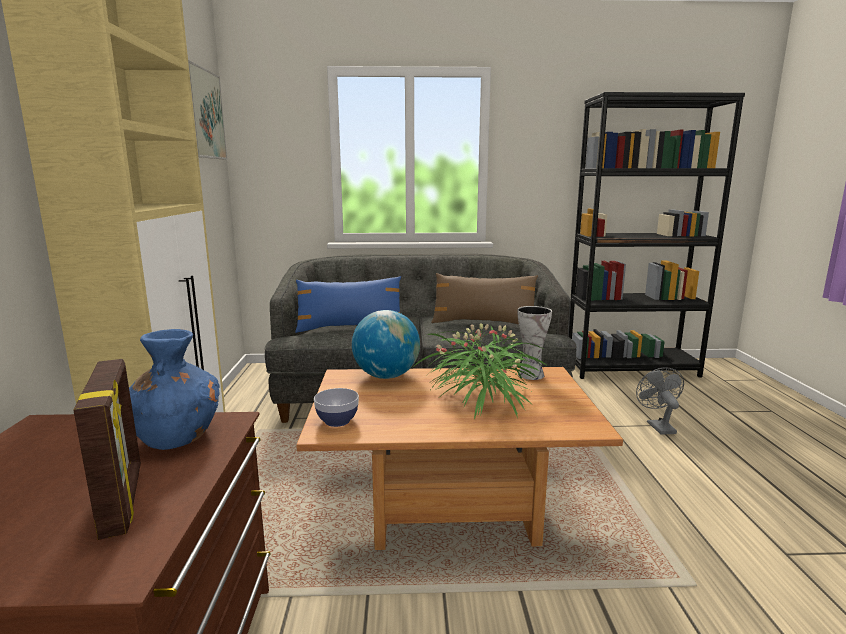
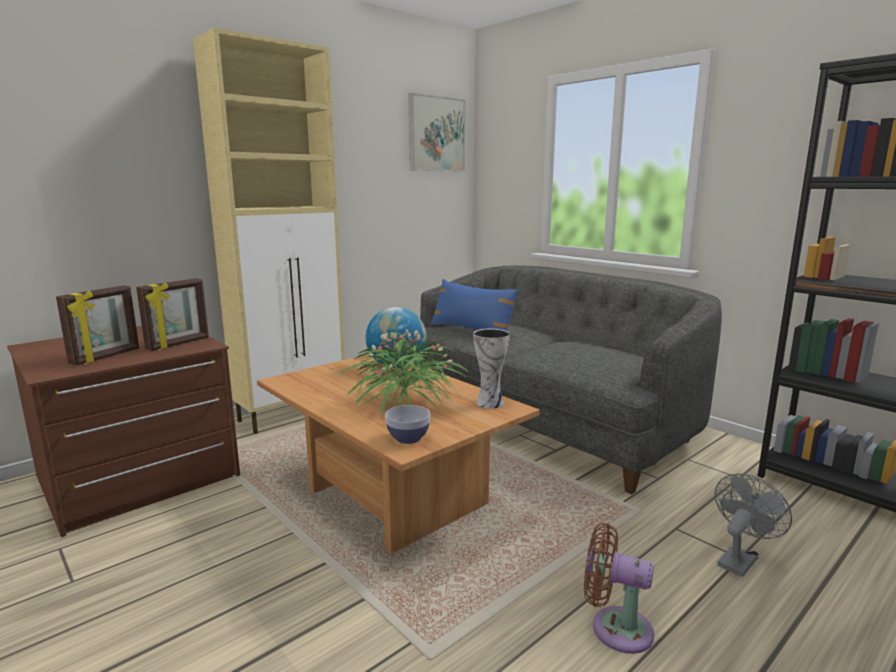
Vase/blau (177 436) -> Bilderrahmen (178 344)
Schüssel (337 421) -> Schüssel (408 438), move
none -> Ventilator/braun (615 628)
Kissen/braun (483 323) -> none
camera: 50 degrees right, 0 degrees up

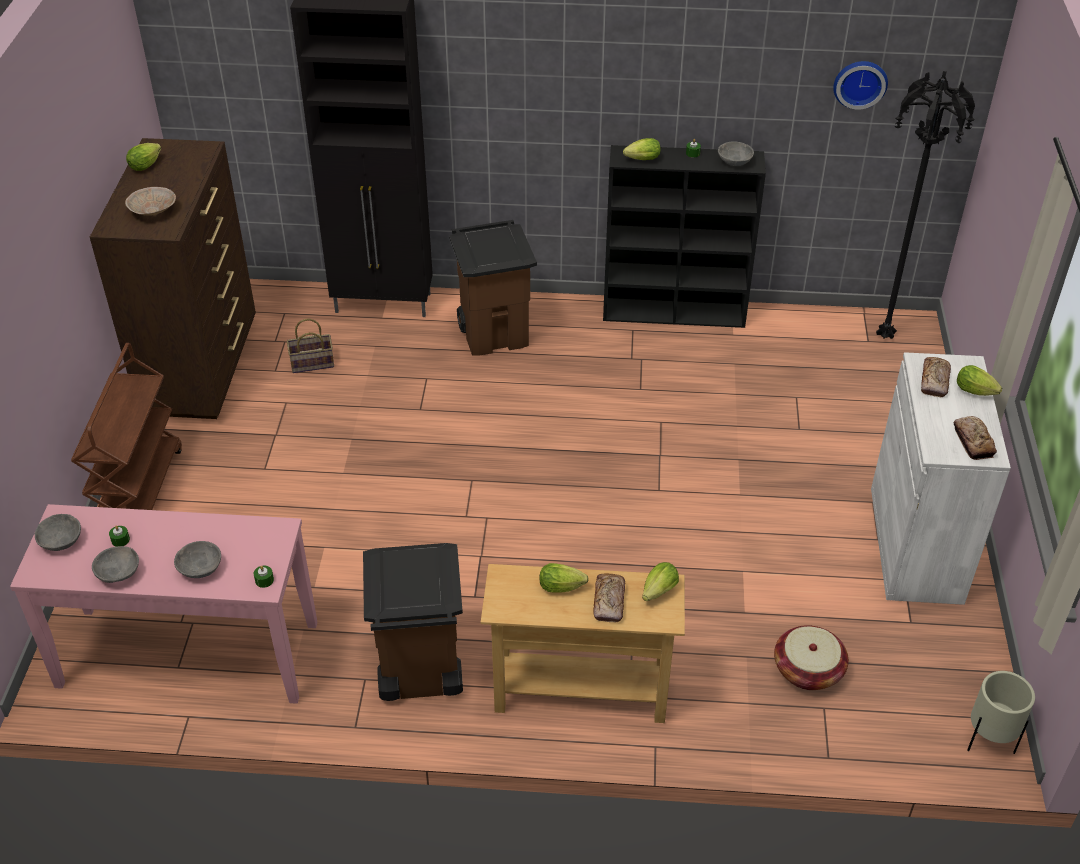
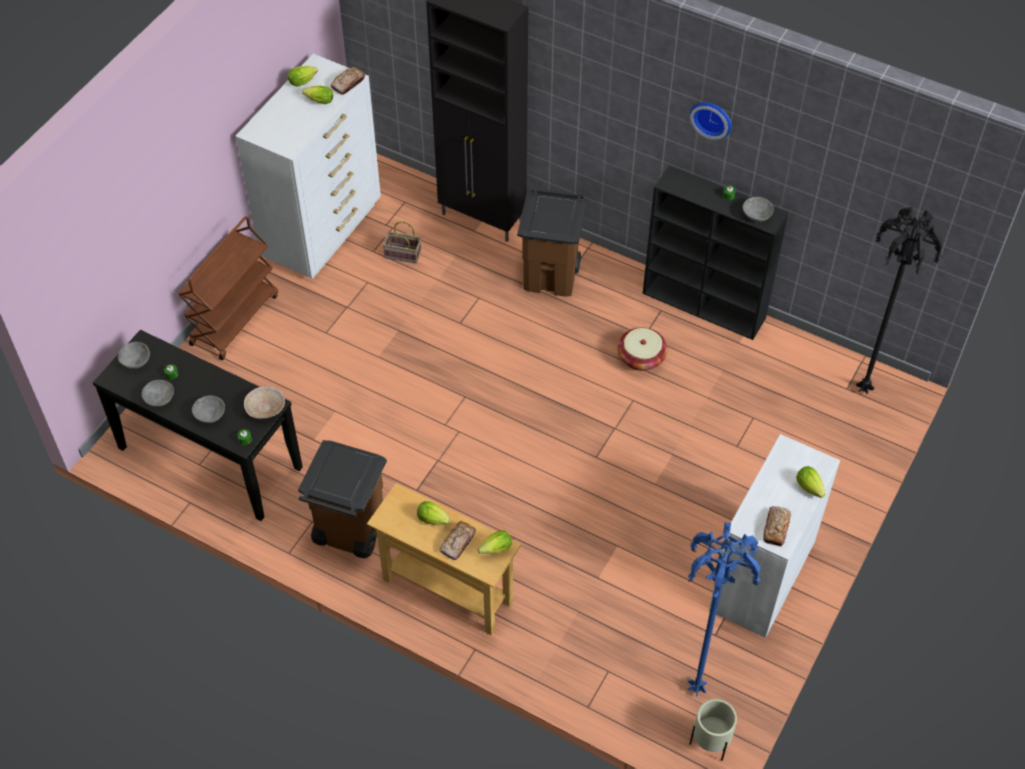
Konsolentisch/rosa (188 655) -> Konsolentisch/schwarz (209 458)
Kommode/braun (203 368) -> Kommode/weiß (323 231)
Schüssel/beige (153 211) -> Schüssel/beige (266 408), move
Salatkopf (640 160) -> Salatkopf (318 101), move
Brot (934 381) -> Brot (348 83), move
Korb (808 670) -> Korb (641 357), move
none -> Stehlampe/blau (694 688)
Wanduhr (860 83) -> Wanduhr (712 117), move
camera: 25 degrees right, 10 degrees up

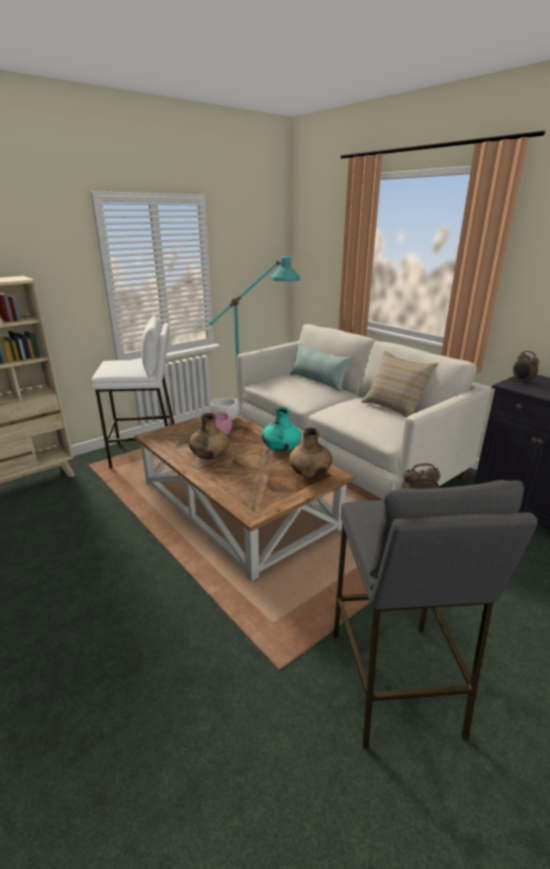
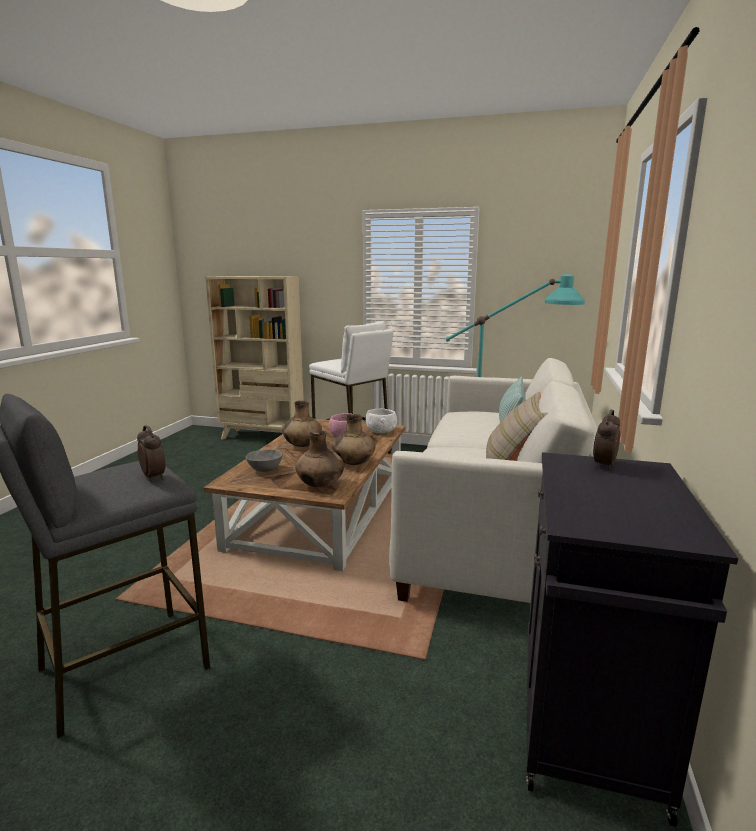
none -> Schüssel/grau (264 470)
Vase/türkis (280 450) -> Vase/braun (353 463)
camera: 55 degrees right, 10 degrees down

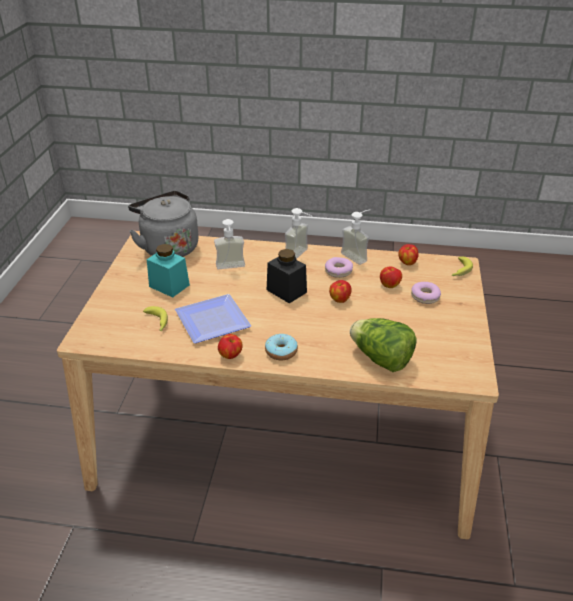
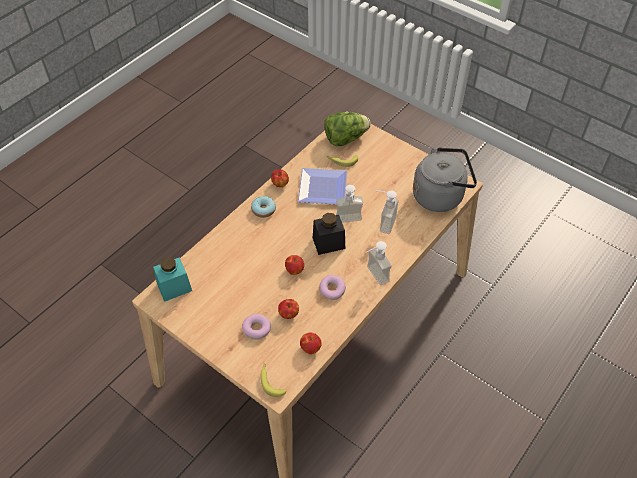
Vorratsglas/türkis (169 286) -> Vorratsglas/türkis (174 287), move
Salatkopf (381 359) -> Salatkopf (345 138), move
Seifenspender (358 255) -> Seifenspender (349 222), move
camera: 120 degrees right, 15 degrees up

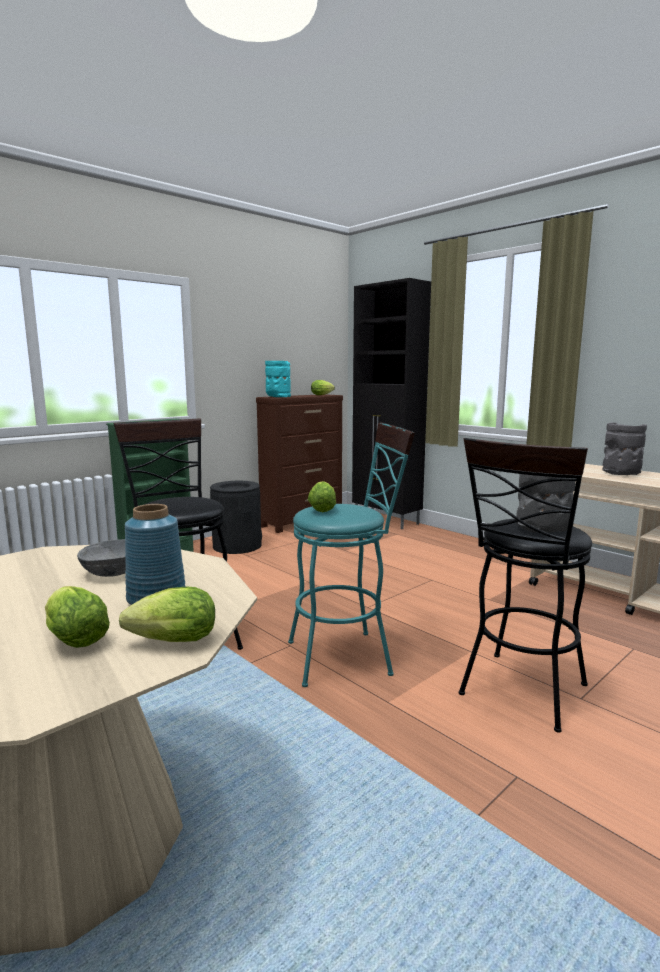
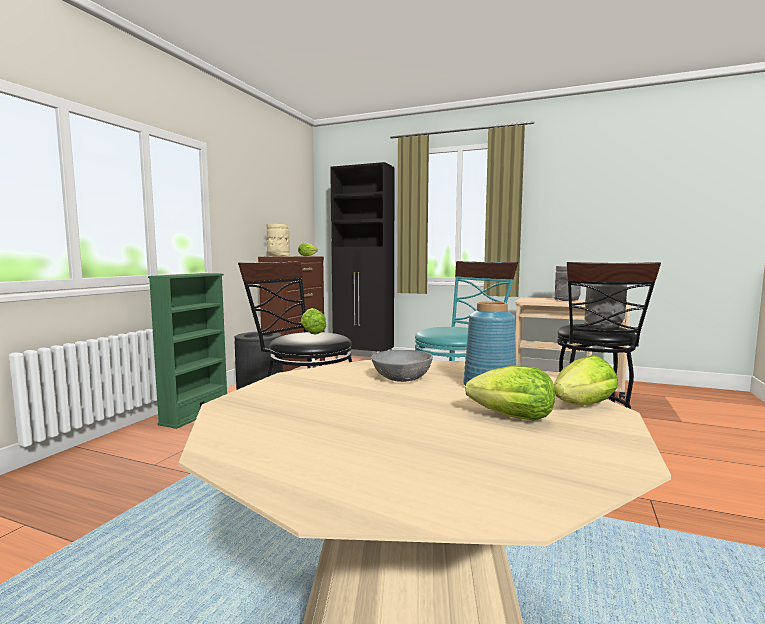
Vase/türkis (278 396) -> Vase/beige (278 256)
Salatkopf (322 509) -> Salatkopf (311 333), move
camera: 25 degrees left, 5 degrees down

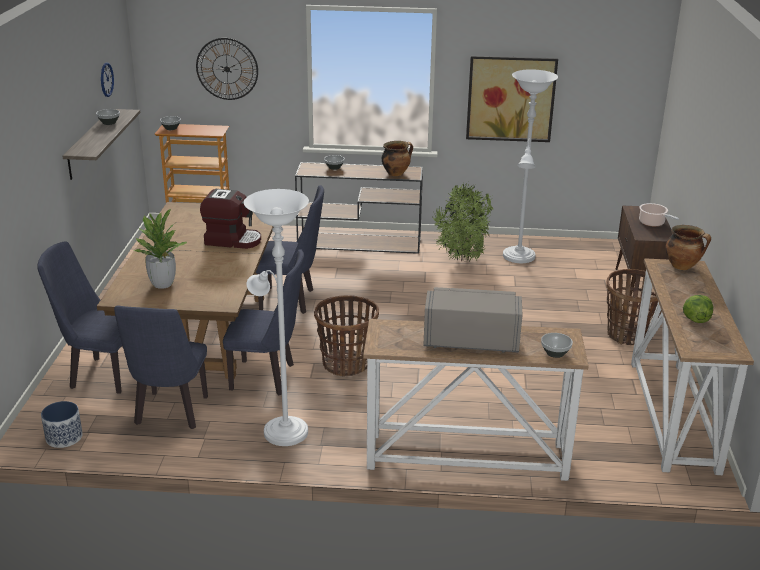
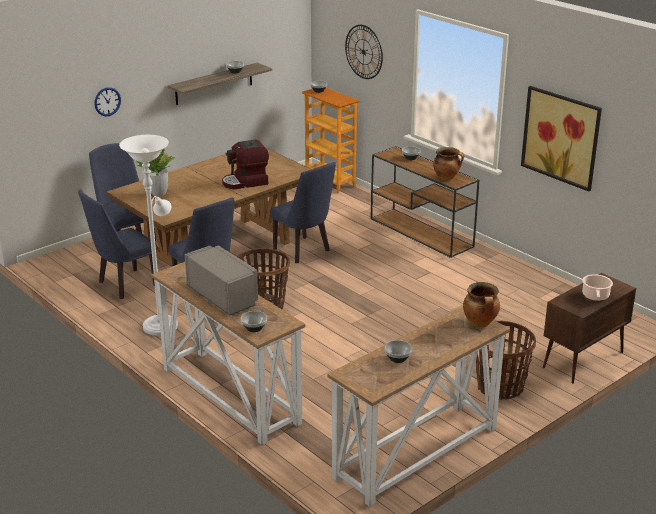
Wanduhr (106 79) -> Wanduhr (107 101), move
Kaffeemaschine (233 240) -> Kaffeemaschine (246 182), 105 degrees clockwise
Salatkopf (695 319) -> Schüssel (397 359)
Pflanzkübel (64 437) -> none
Topfpflanze (463 260) -> none
Stehlampe/weiß (518 258) -> none
camera: 45 degrees right, 0 degrees up

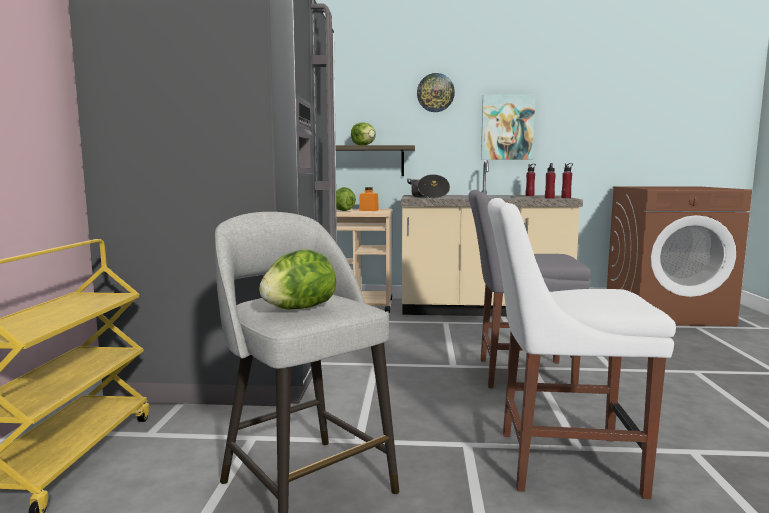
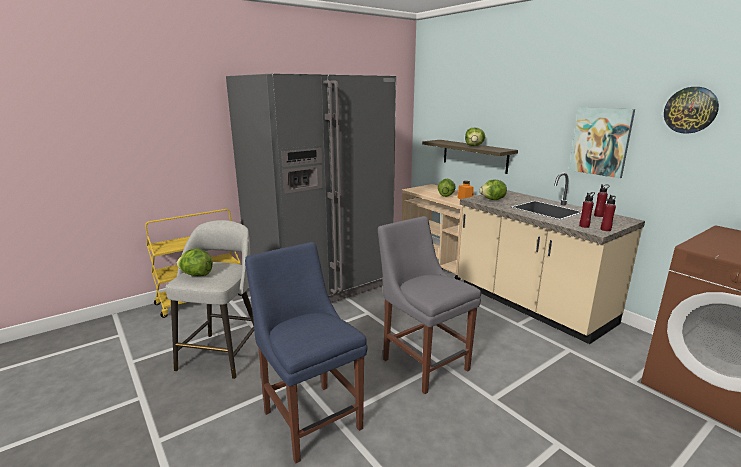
Stuhl/weiß (559 461) -> Stuhl/blau (310 416)
Kochtopf (428 197) -> Salatkopf (493 200)
Wanduhr (435 93) -> Wanduhr (690 110), move
camera: 50 degrees right, 10 degrees up

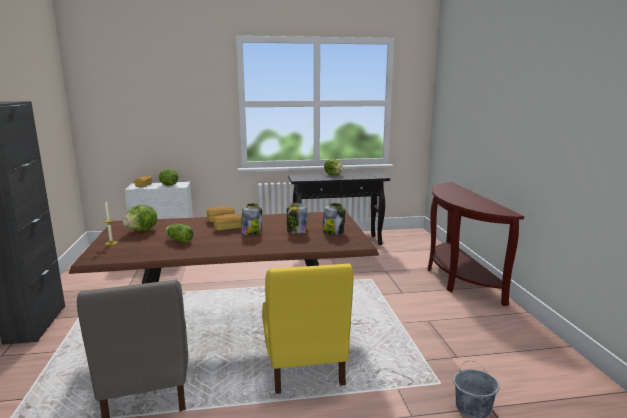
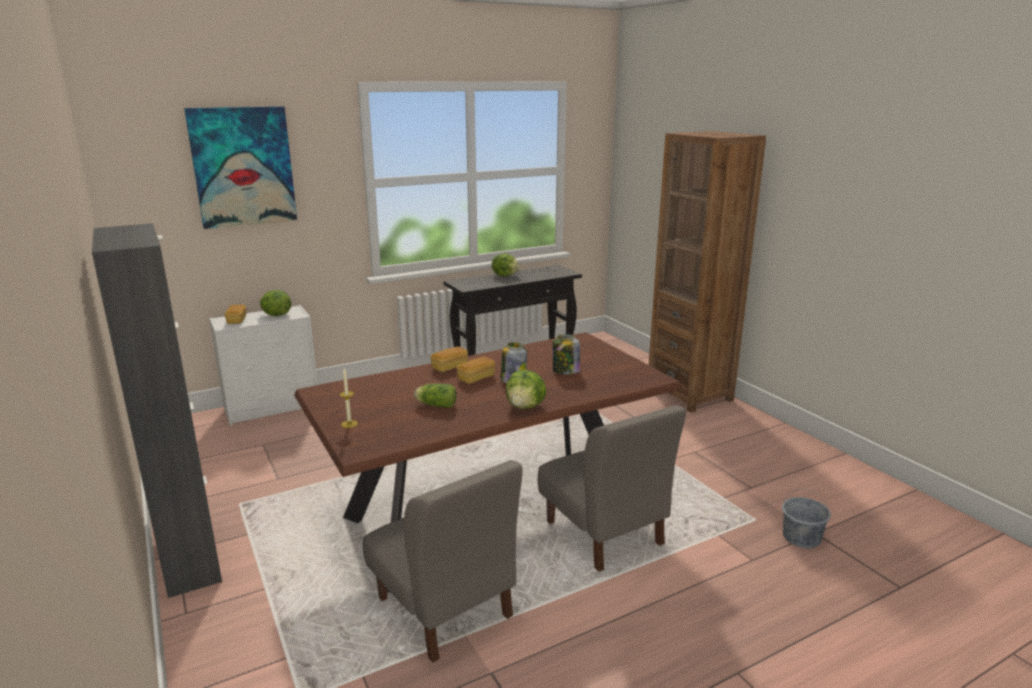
none -> Bild (243 167)
Salatkopf (142 230) -> Salatkopf (525 407), move
Stuhl/gelb (304 366) -> Stuhl/grau (604 533)
Konsolentisch/braun (458 278) -> Bücherregal/braun (689 394)
Vorratsglas (333 232) -> none
camera: 20 degrees left, 5 degrees up

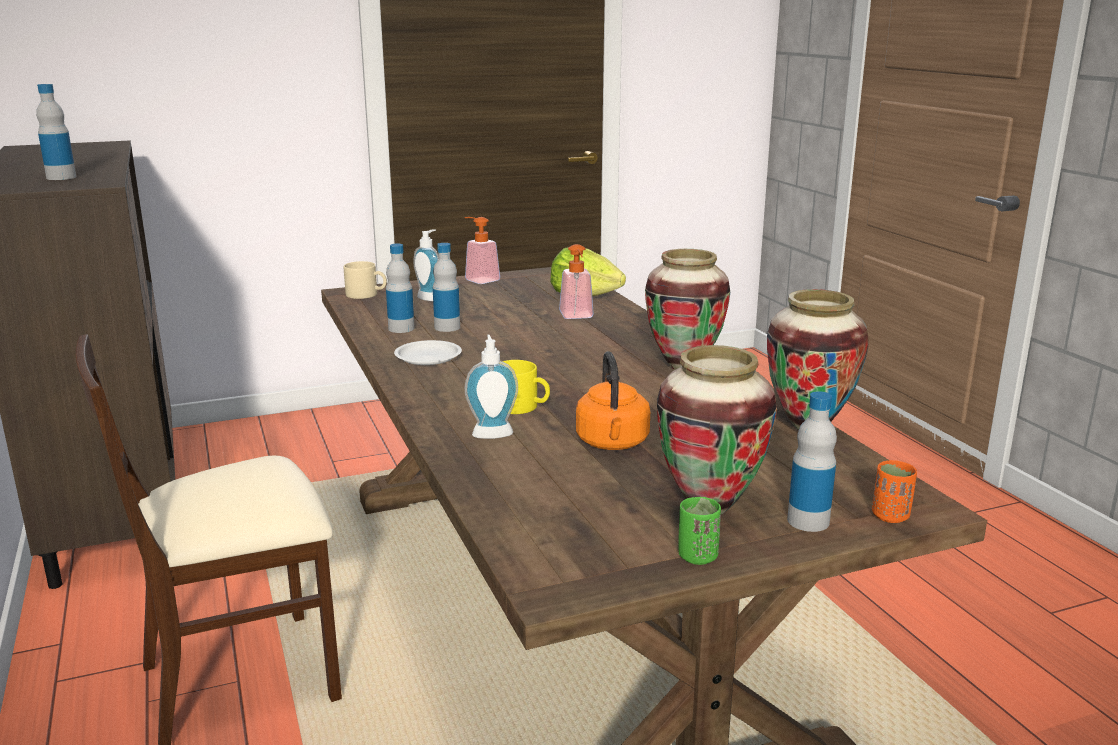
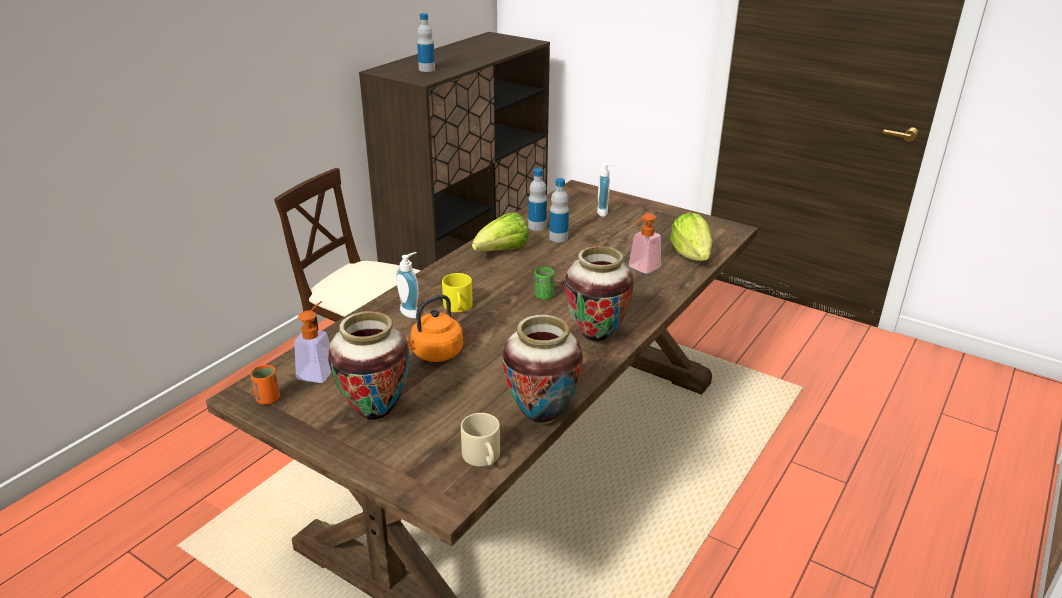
Tasse/orange (890 516) -> Tasse/orange (268 399), move
Seifenspender (479 279) -> Seifenspender (319 370), move
Henkelbecher/beige (367 294) -> Henkelbecher/beige (484 458), move
Teller/weiß (428 357) -> Salatkopf (502 252)
Tasse/grün (697 557) -> Tasse/grün (544 296), move
Flasche (808 521) -> none
camera: 55 degrees right, 10 degrees up

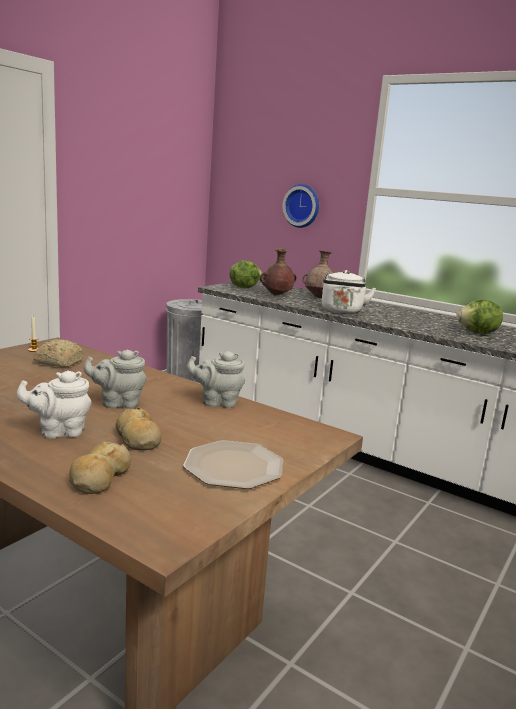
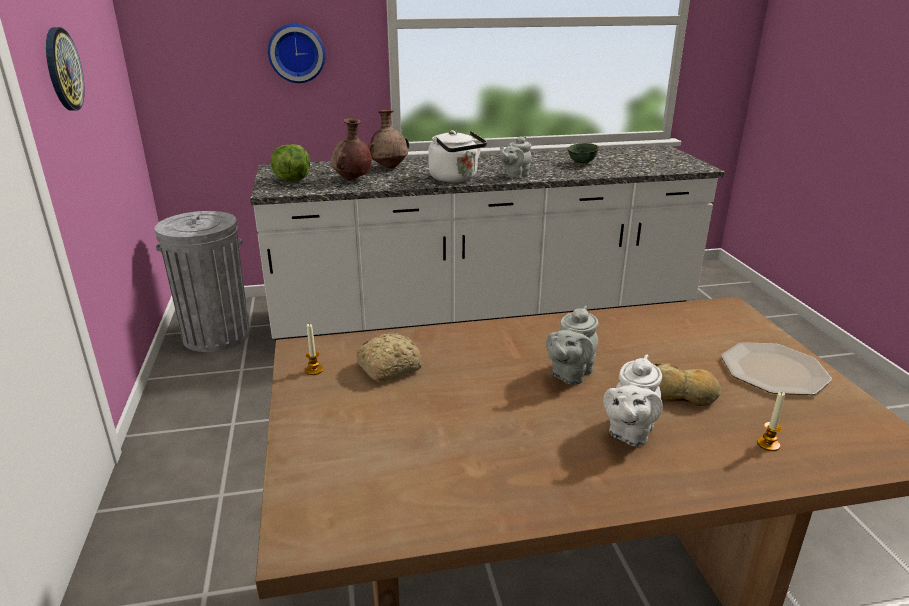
none -> Wanduhr (63 69)
Teekanne/grau (217 402) -> Teekanne/grau (514 176), move
Salatkopf (478 333) -> Schüssel/grün (582 164)
Brot (99 478) -> Kerze (768 444)
camera: 45 degrees left, 10 degrees up

